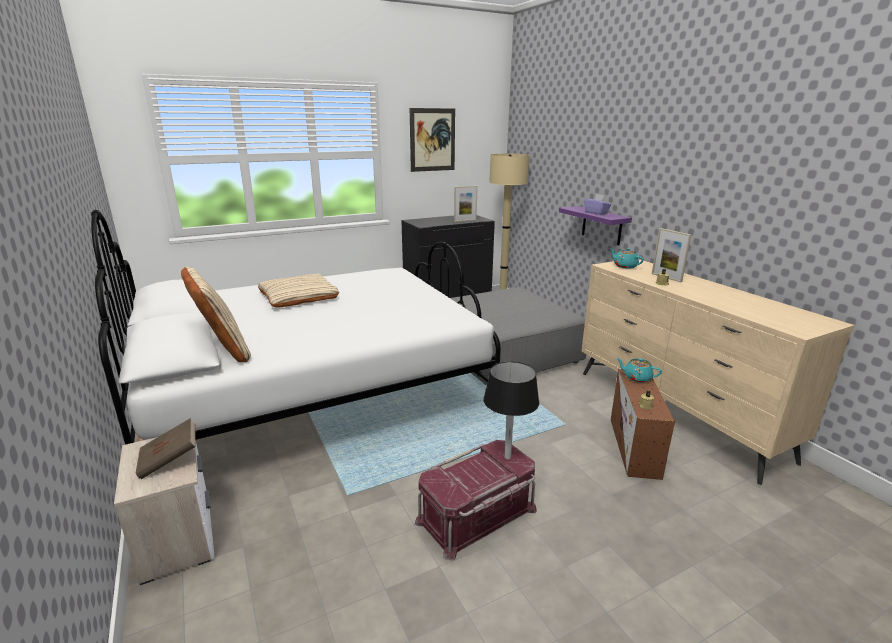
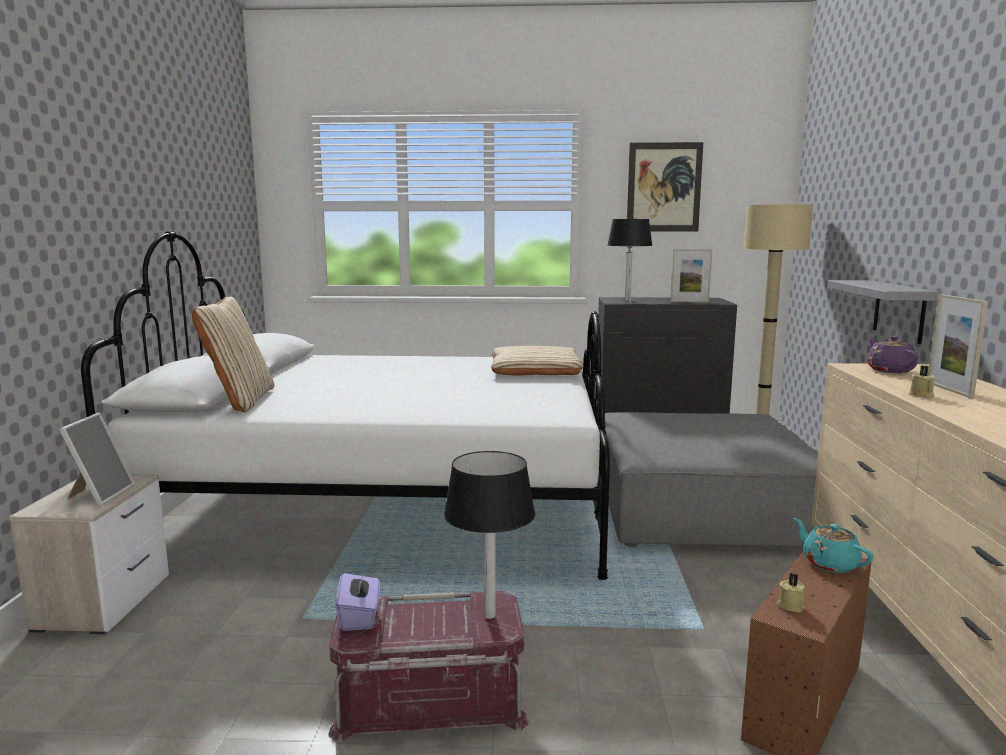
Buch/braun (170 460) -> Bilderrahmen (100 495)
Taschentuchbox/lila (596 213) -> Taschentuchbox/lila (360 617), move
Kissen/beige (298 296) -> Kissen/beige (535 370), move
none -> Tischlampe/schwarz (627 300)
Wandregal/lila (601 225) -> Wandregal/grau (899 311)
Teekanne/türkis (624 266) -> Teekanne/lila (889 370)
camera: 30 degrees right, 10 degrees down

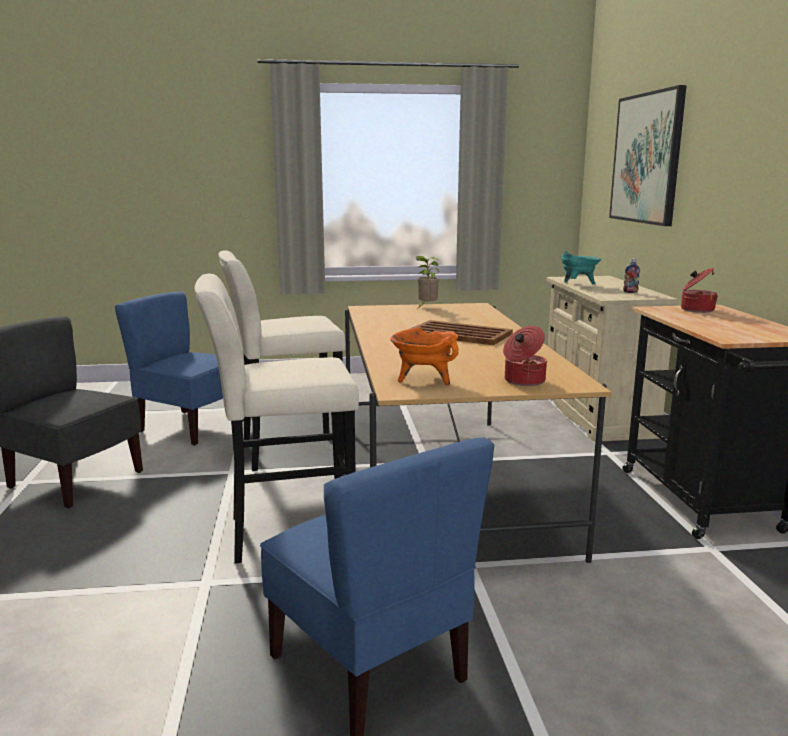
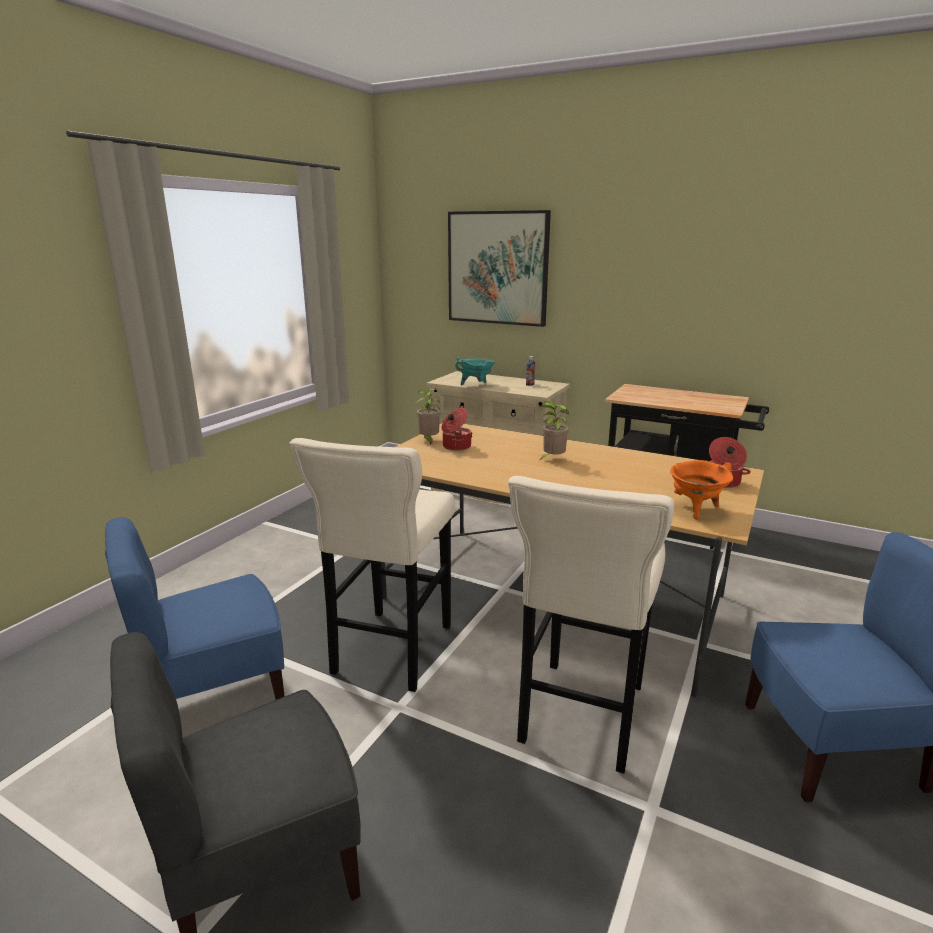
Kochtopf (696 309) -> Kochtopf (455 446), move
Tablett/braun (459 334) -> Topfpflanze (552 459)
camera: 55 degrees left, 5 degrees up

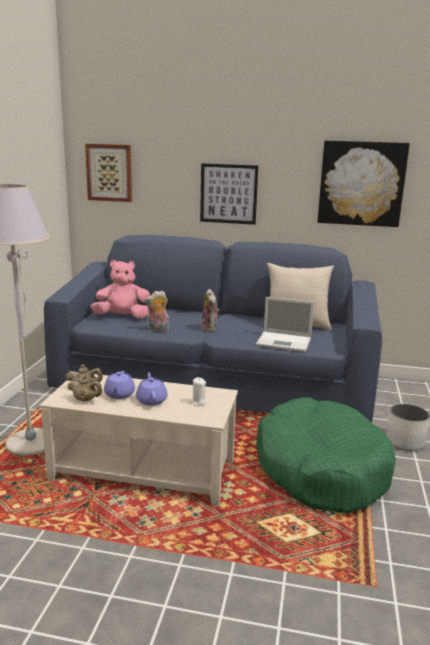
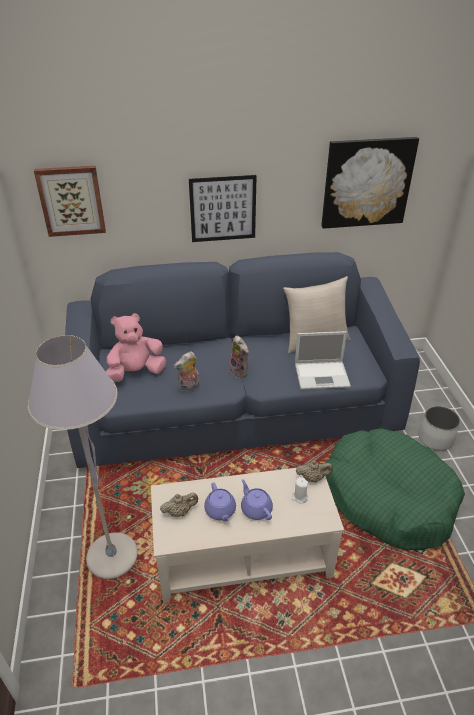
Teekanne/beige (85 400) -> Teekanne/beige (313 478), move
camera: 20 degrees left, 20 degrees up

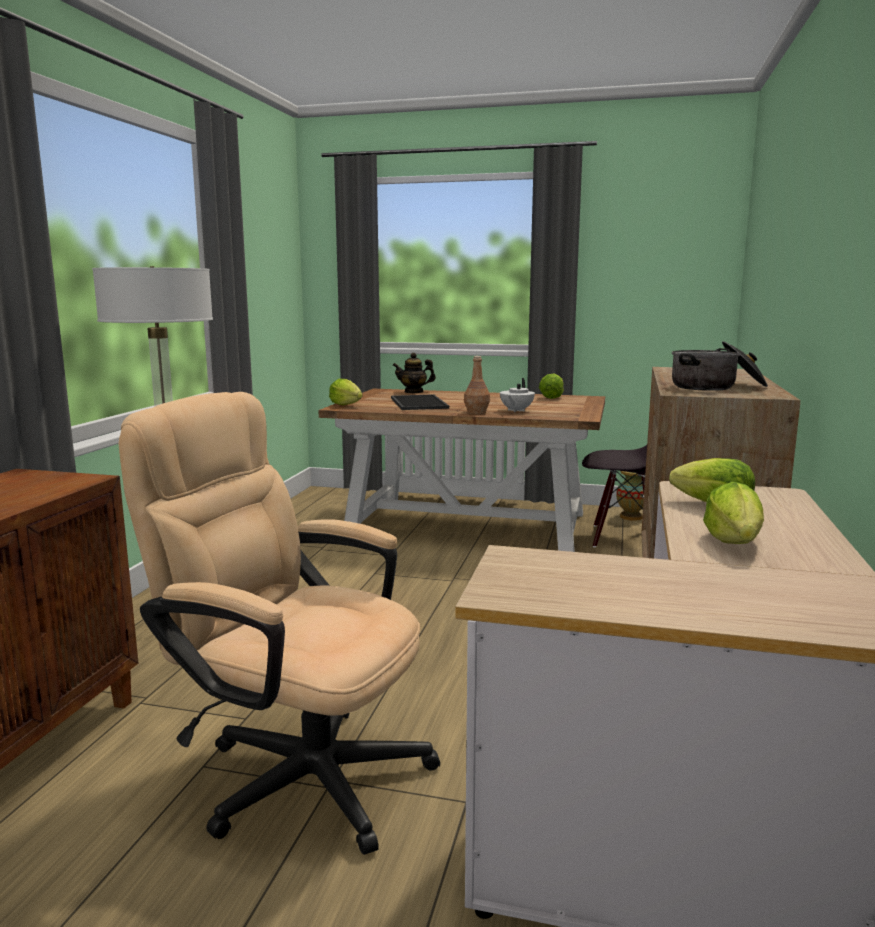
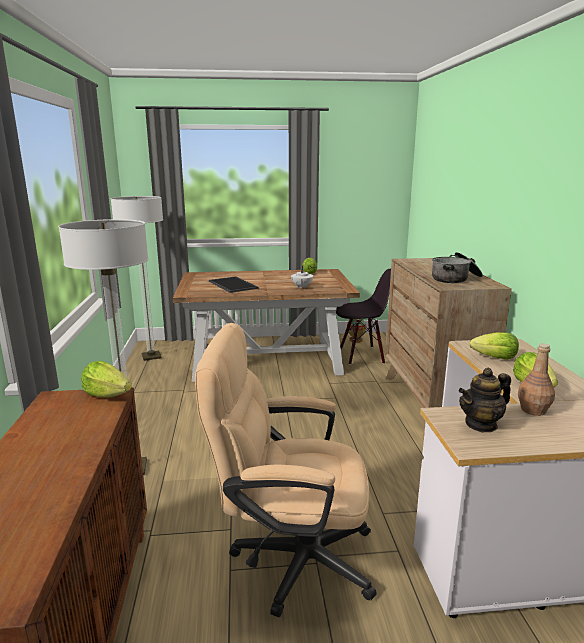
Salatkopf (346 405) -> Salatkopf (107 395), move
none -> Stehlampe (151 356)
Teekanne (414 392) -> Teekanne (481 424), move
Flasche/braun (477 412) -> Flasche/braun (533 410), move
camera: 20 degrees left, 5 degrees up

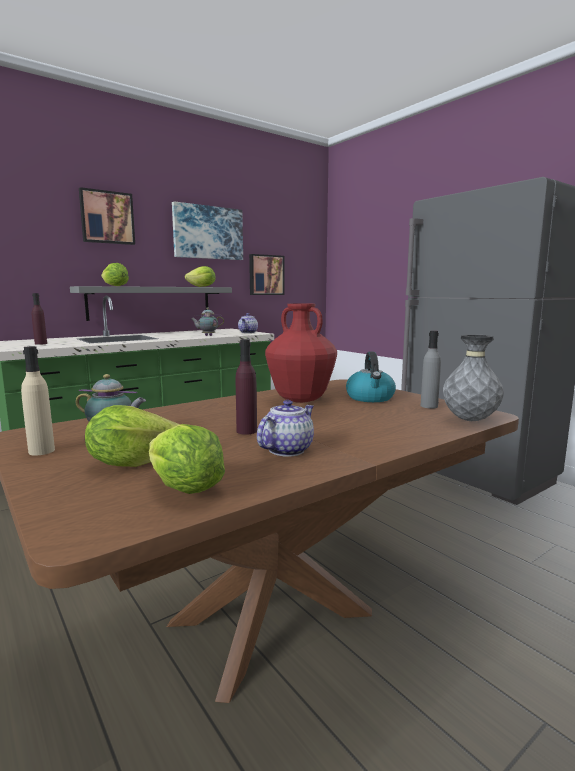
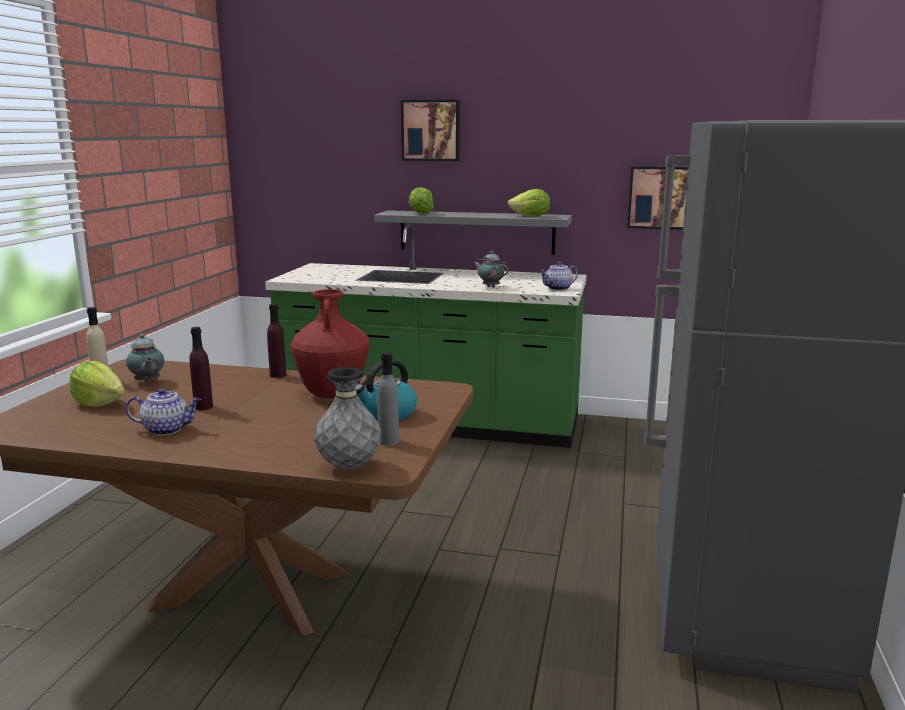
Flasche/lila (41 343) -> Flasche/lila (278 375), move
Salatkopf (185 489) -> none
Bild (208 232) -> none
camera: 50 degrees right, 5 degrees up

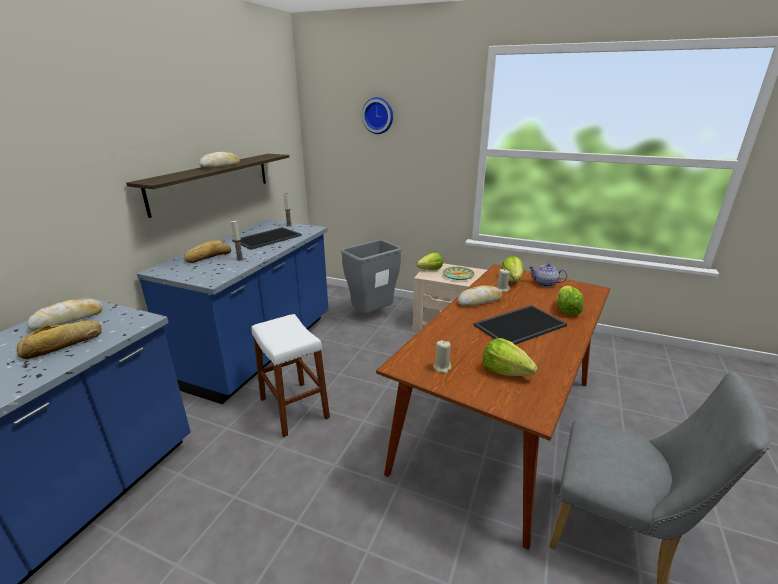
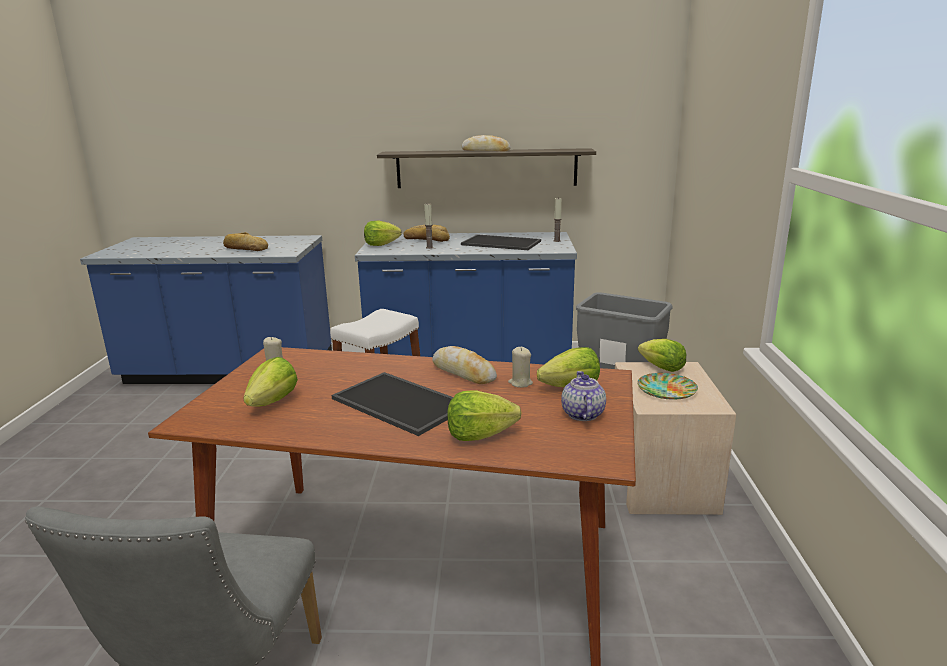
none -> Salatkopf (381 244)
Brot (68 320) -> none
Wanduhr (378 115) -> none
camera: 70 degrees right, 5 degrees down

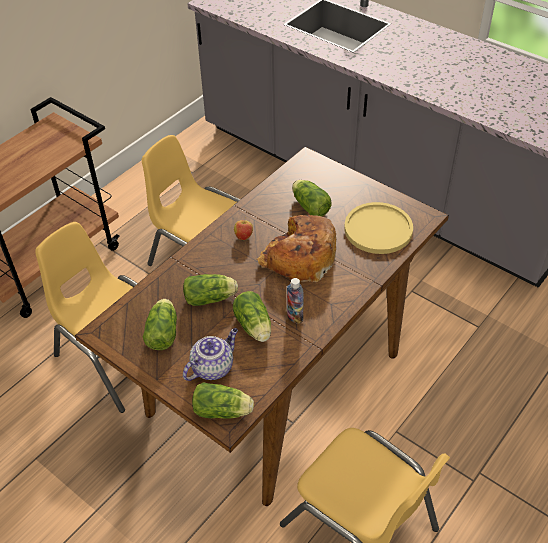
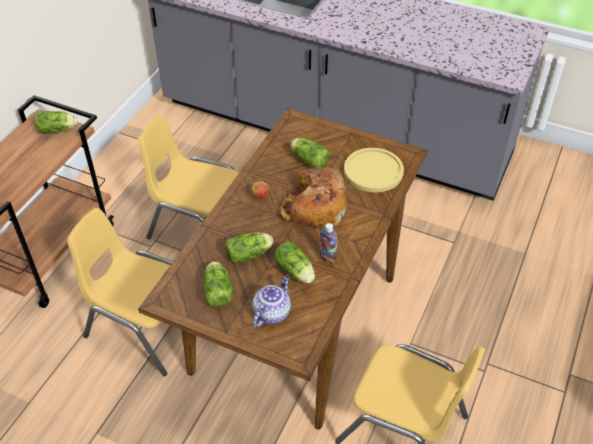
Salatkopf (224 411) -> Salatkopf (58 130), move
camera: 15 degrees left, 0 degrees up

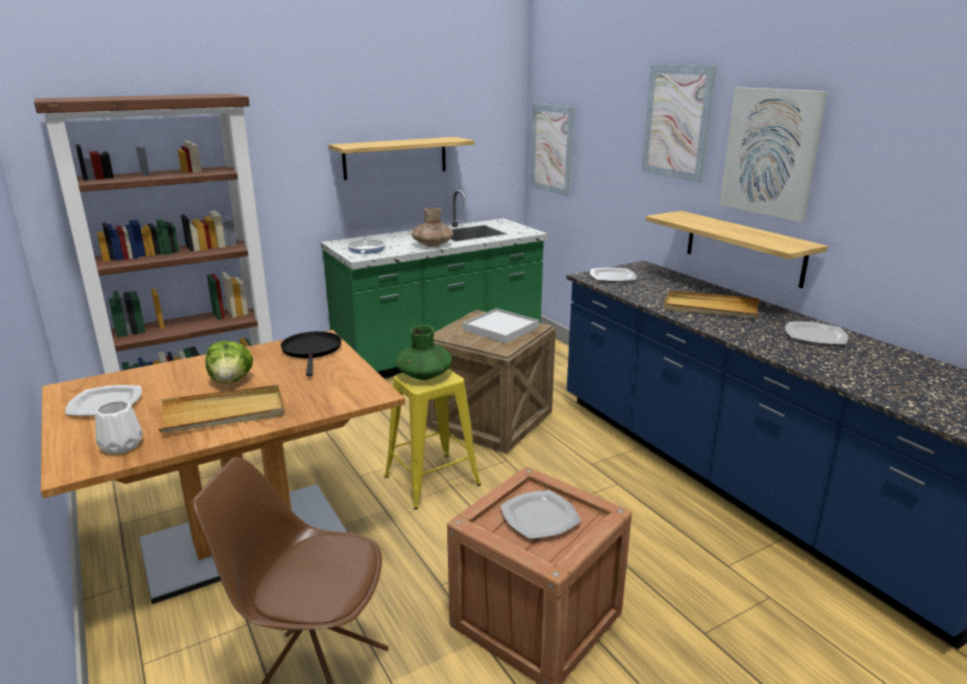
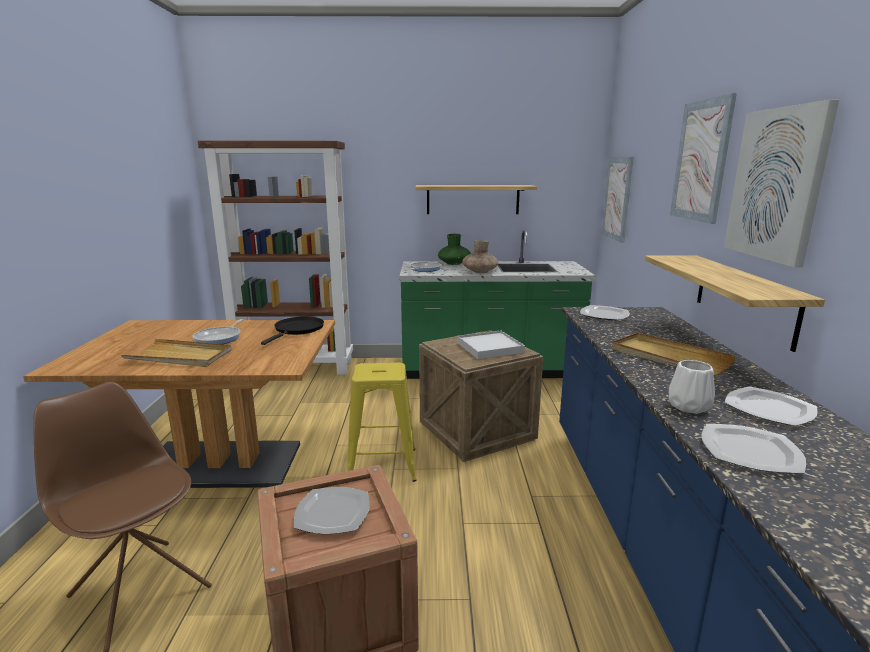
Salatkopf (231 381) -> Pfanne (219 338)
Vase/grün (424 375) -> Vase/grün (454 264), move
Vase/weiß (120 446) -> Vase/weiß (688 406), move
Teller (105 403) -> Teller (749 451), move
camera: 30 degrees right, 5 degrees down

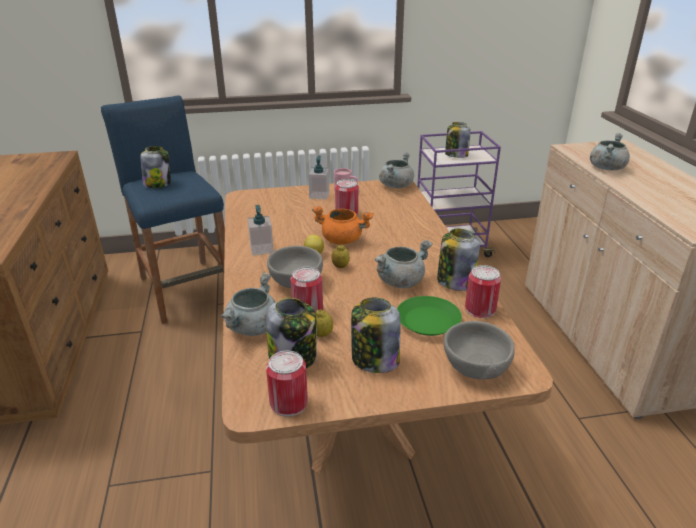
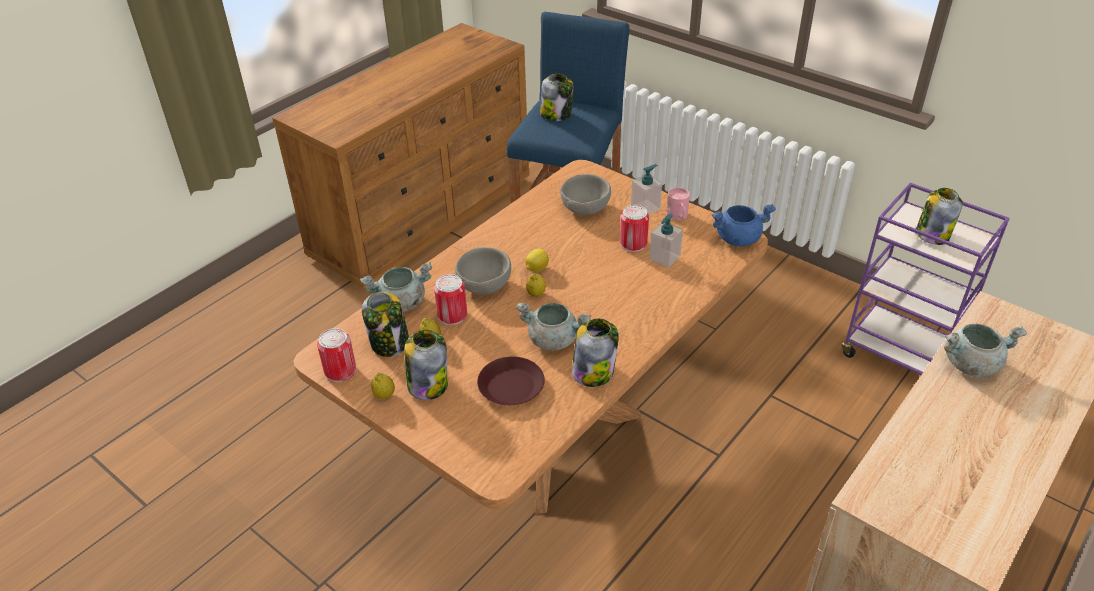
none -> Zitrone (384 395)
Teller/grün (428 321) -> Teller/braun (510 387)
Schüssel/grau (476 366) -> Schüssel/grau (586 208), move
Seifenspender (261 249) -> Seifenspender (664 258), move
Kochtopf/grau (396 185) -> Kochtopf/blau (738 238)
Kochtopf/orange (343 240) -> none
Dose (480 309) -> none
camera: 50 degrees right, 10 degrees up

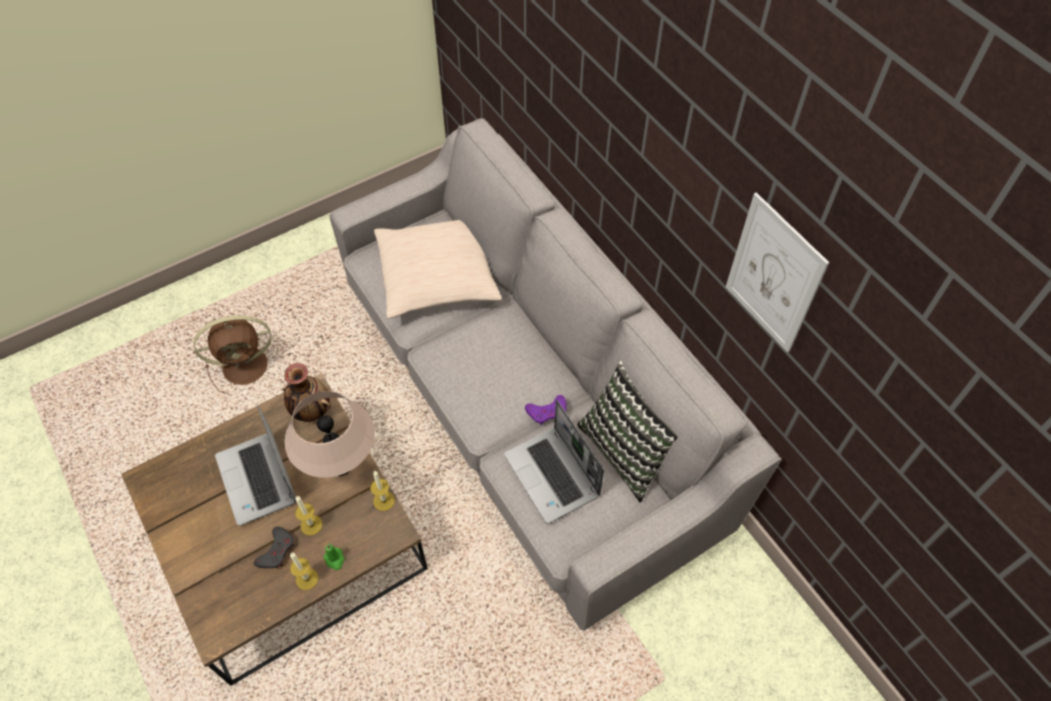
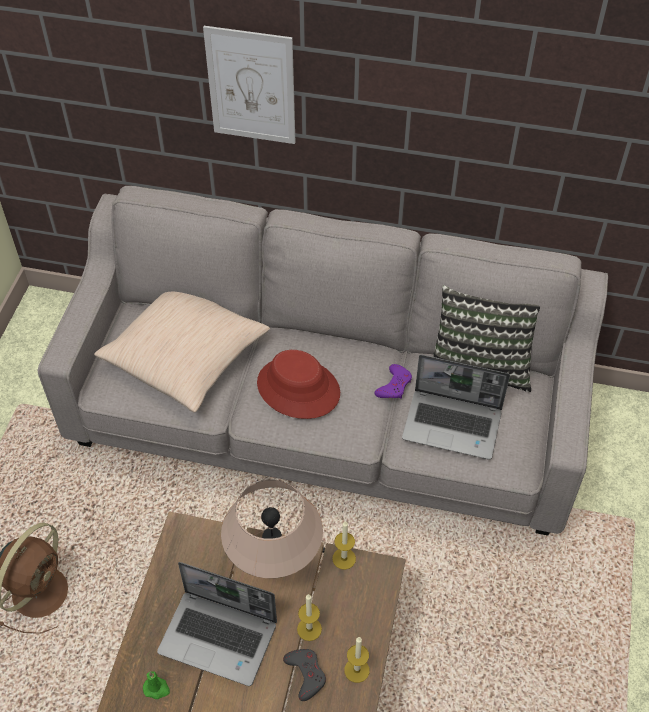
Kerze/grün (335 559) -> Kerze/grün (157 688), move
Bild (773 275) -> Bild (251 86), move
none -> Hut/rot (298 388)
Vase (311 410) -> none
camera: 45 degrees left, 5 degrees down

